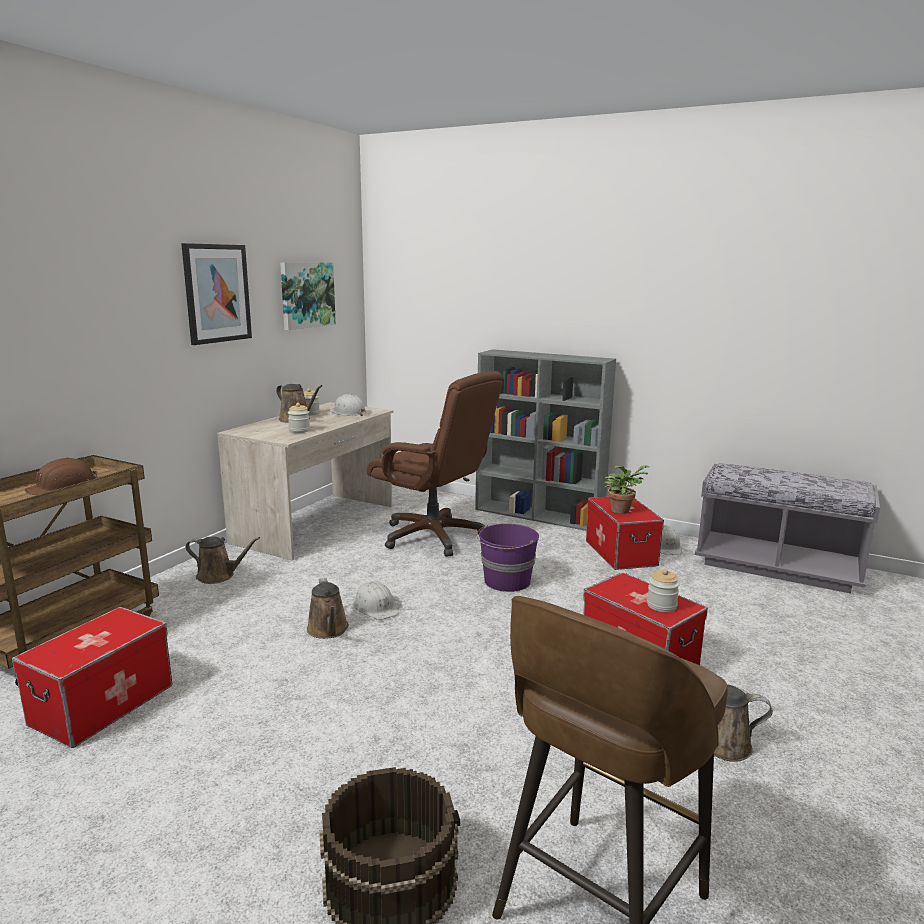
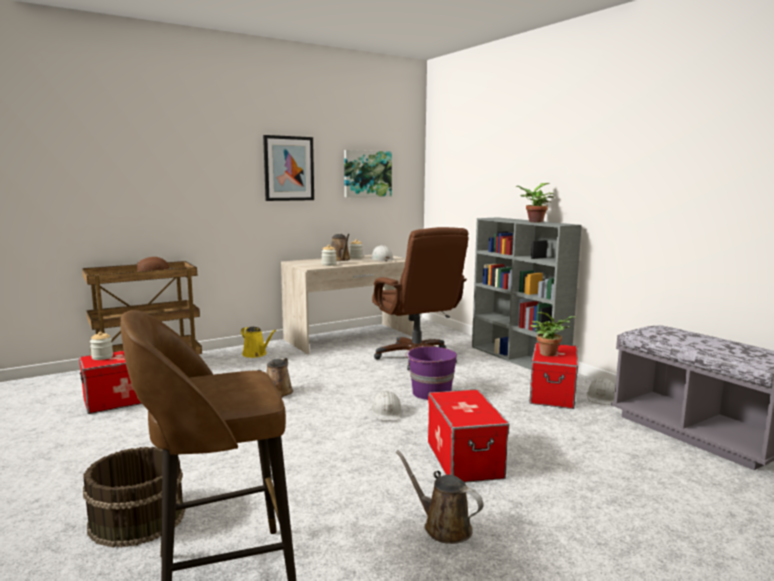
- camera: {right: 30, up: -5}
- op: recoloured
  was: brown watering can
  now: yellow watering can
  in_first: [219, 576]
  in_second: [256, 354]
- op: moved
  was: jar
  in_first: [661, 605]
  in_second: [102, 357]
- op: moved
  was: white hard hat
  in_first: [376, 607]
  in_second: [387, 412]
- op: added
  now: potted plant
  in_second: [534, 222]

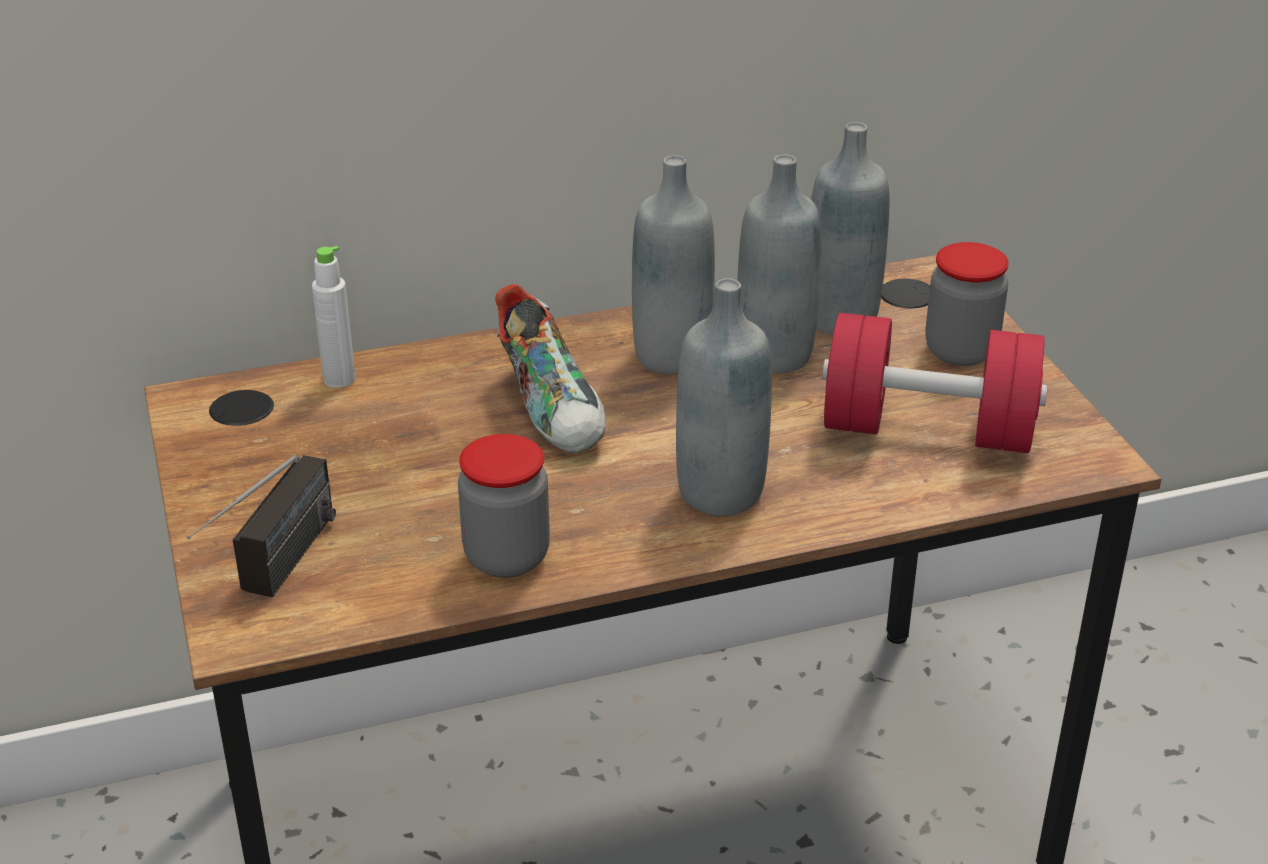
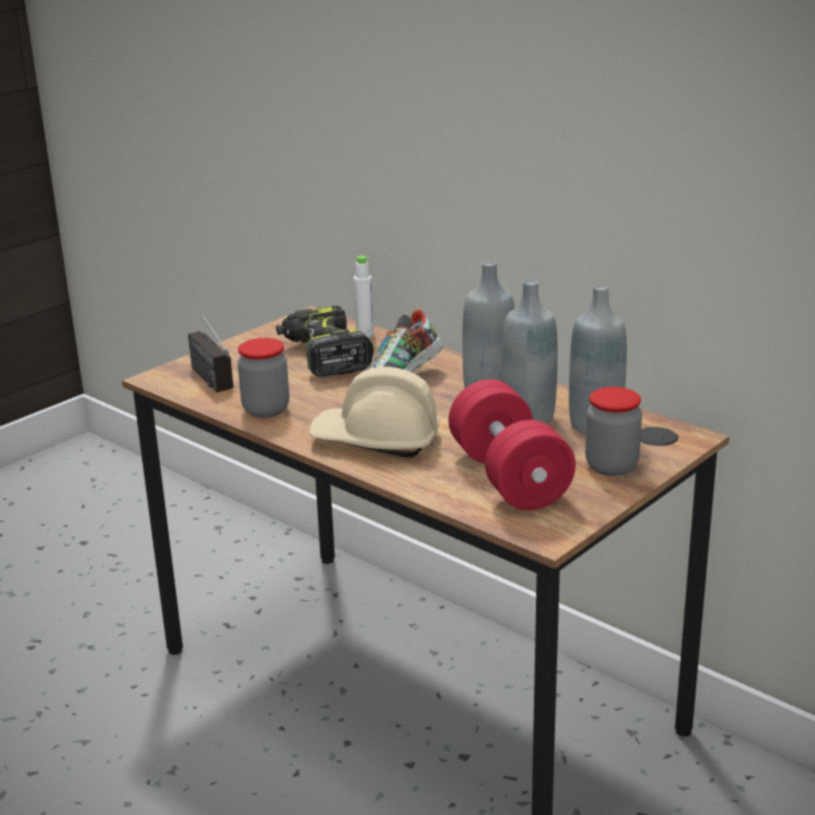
- camera: {right: 60, up: -10}
- op: replaced
  was: grey bottle
  now: beige hard hat
  in_first: [720, 493]
  in_second: [376, 440]
- op: turned
  was: radio
  in_first: [275, 575]
  in_second: [203, 371]
  clockwise: 75
- op: added
  now: power drill
  in_second: [323, 356]

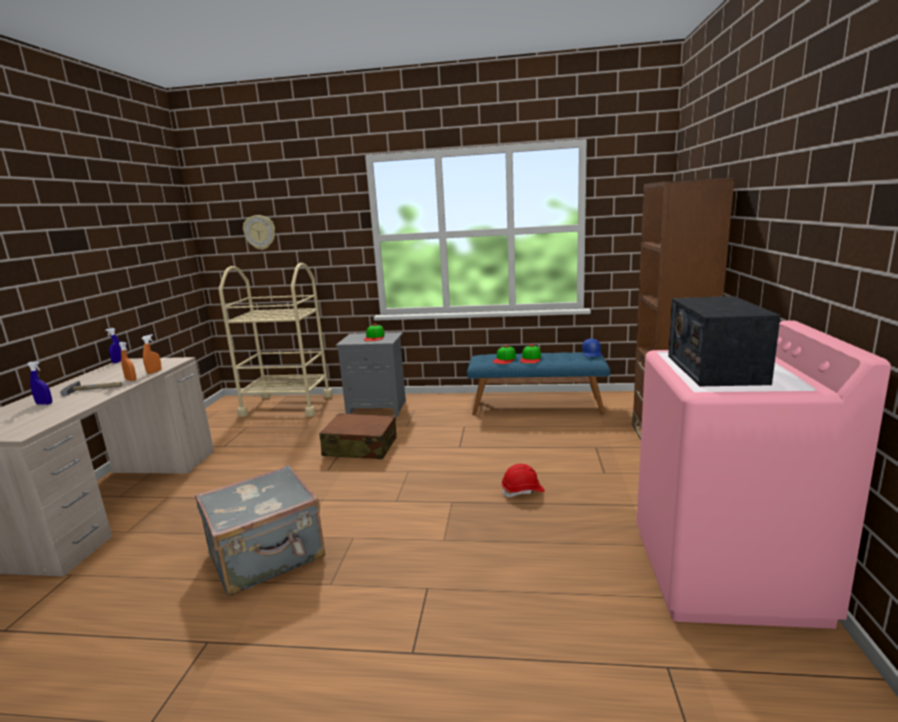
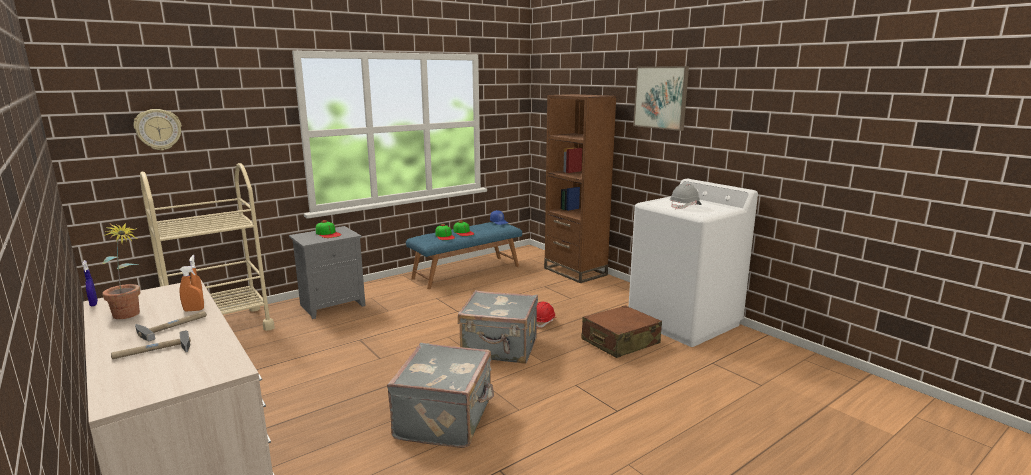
- camera: {right: -45, up: 0}
- op: replaced
  was: radio
  now: grey hard hat
  in_first: [714, 369]
  in_second: [685, 206]
- op: recoloured
  was: pink washing machine
  now: white washing machine
  in_first: [725, 574]
  in_second: [684, 322]
- op: replaced
  was: blue spray bottle
  now: hammer
  in_first: [44, 404]
  in_second: [152, 351]
- op: moved
  was: brown suitcase
  in_first: [360, 447]
  in_second: [620, 342]
- op: added
  now: picture
  in_second: [661, 97]
- op: added
  now: potted plant
  in_second: [130, 316]
- op: added
  now: grey suitcase
  in_second: [500, 348]

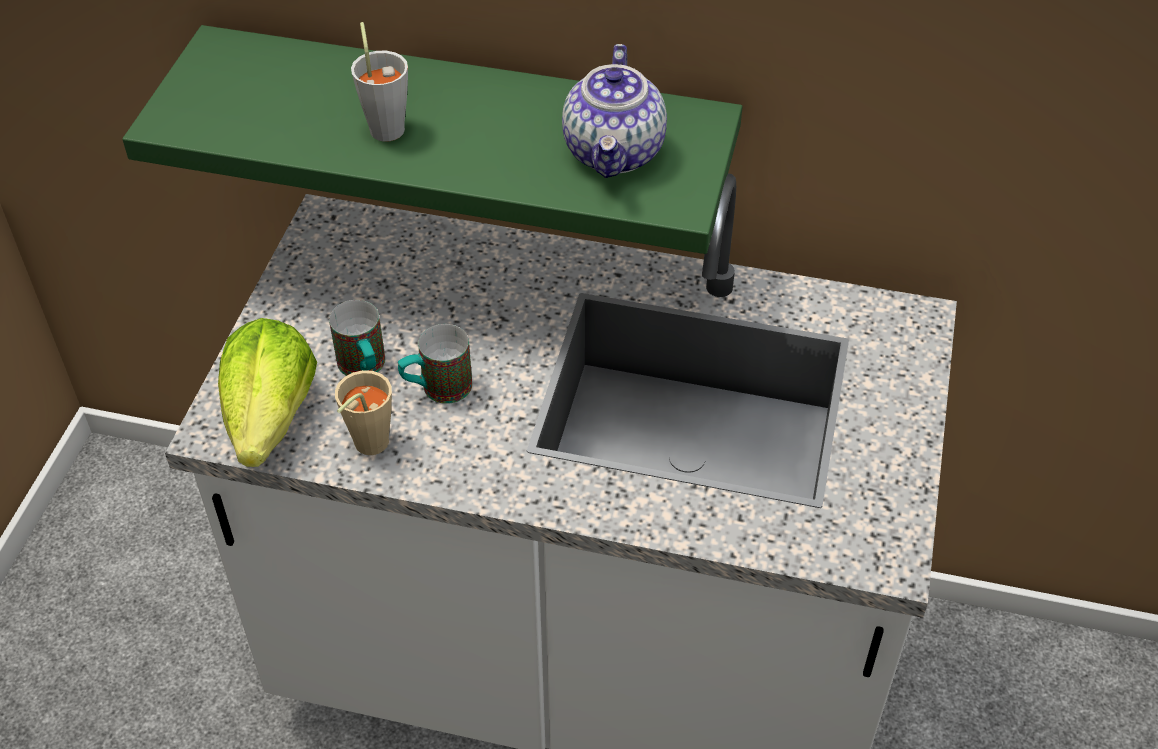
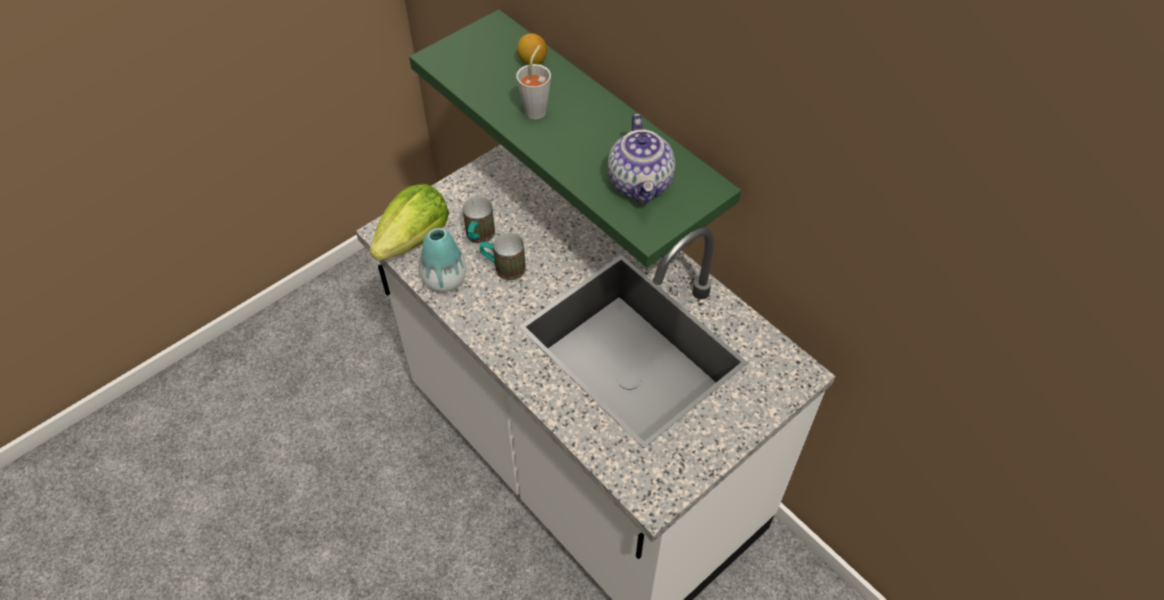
- camera: {right: 35, up: 5}
- op: turned
  was: teapot
  in_first: [615, 153]
  in_second: [641, 183]
  clockwise: -45
- op: replaced
  was: beige cup
  now: vase
  in_first: [366, 447]
  in_second: [445, 279]
- op: added
  now: lemon
  in_second: [532, 62]

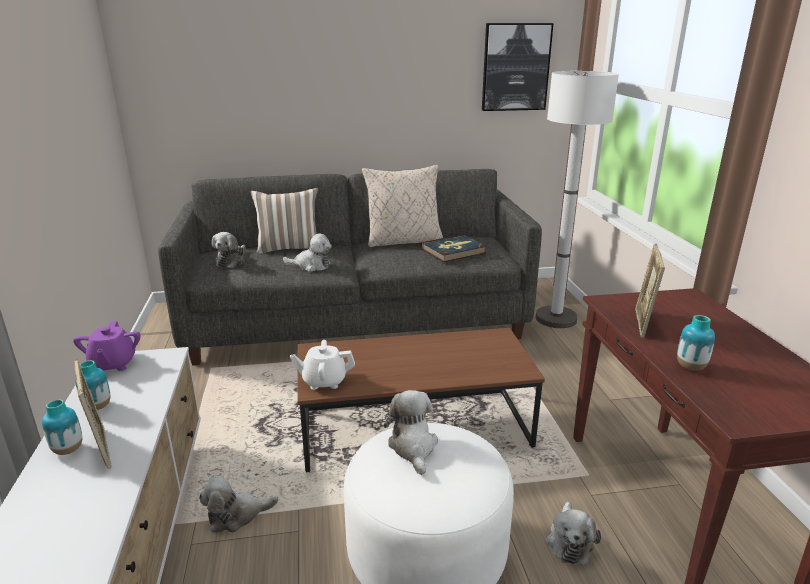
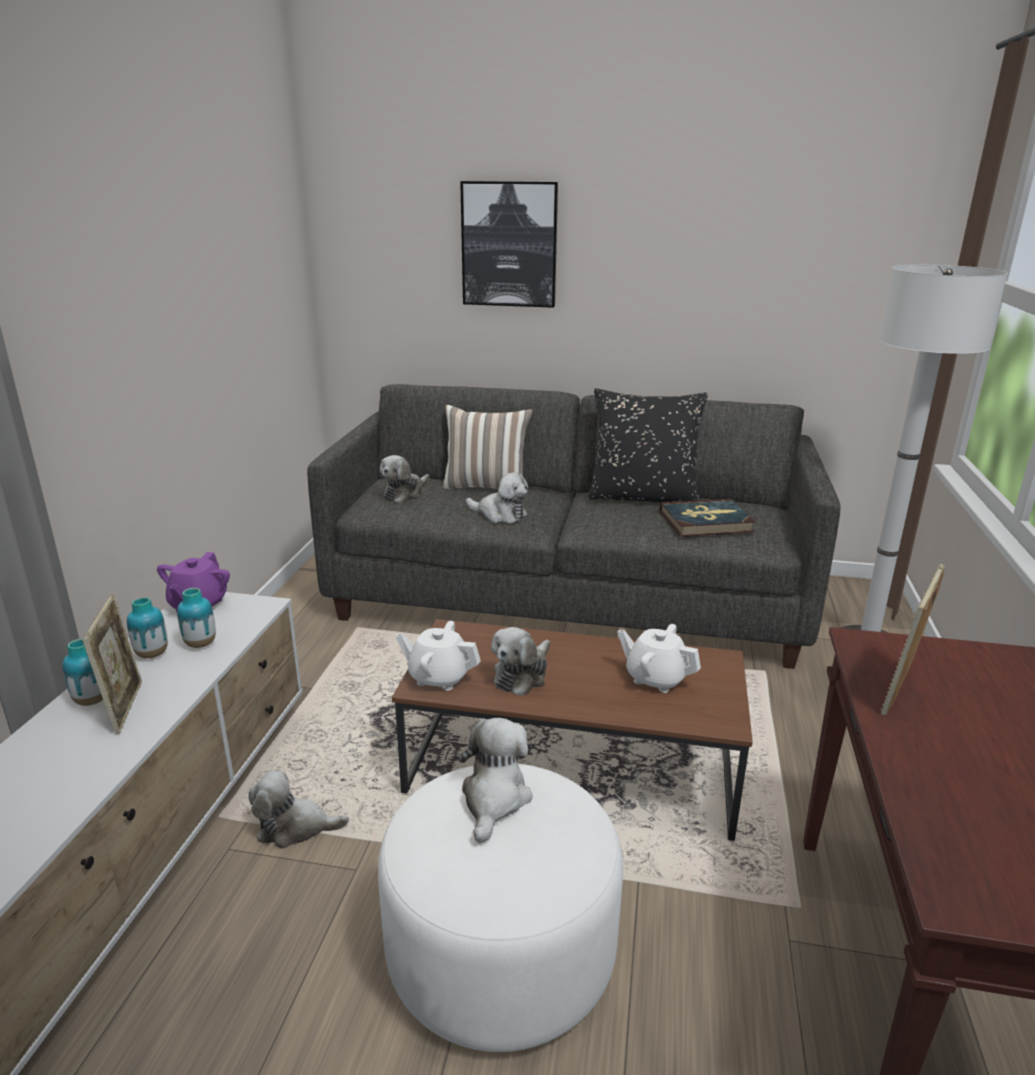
- camera: {right: 20, up: 0}
- op: moved
  was: picture
  in_first: [515, 67]
  in_second: [509, 245]
- op: recoloured
  was: beige pillow
  now: black pillow
  in_first: [404, 241]
  in_second: [643, 497]
- op: moved
  was: vase
  in_first: [690, 367]
  in_second: [200, 644]
- op: moved
  was: plush toy
  in_first: [569, 541]
  in_second: [522, 674]
- op: added
  now: white teapot
  in_second: [655, 678]

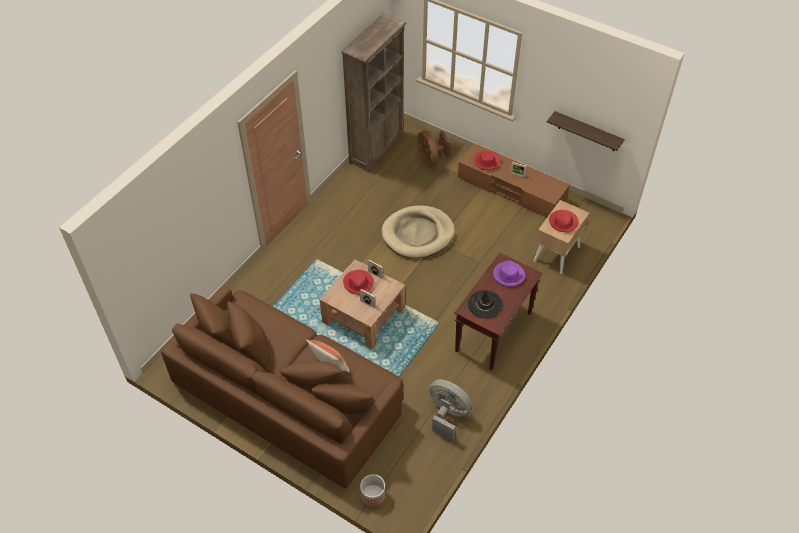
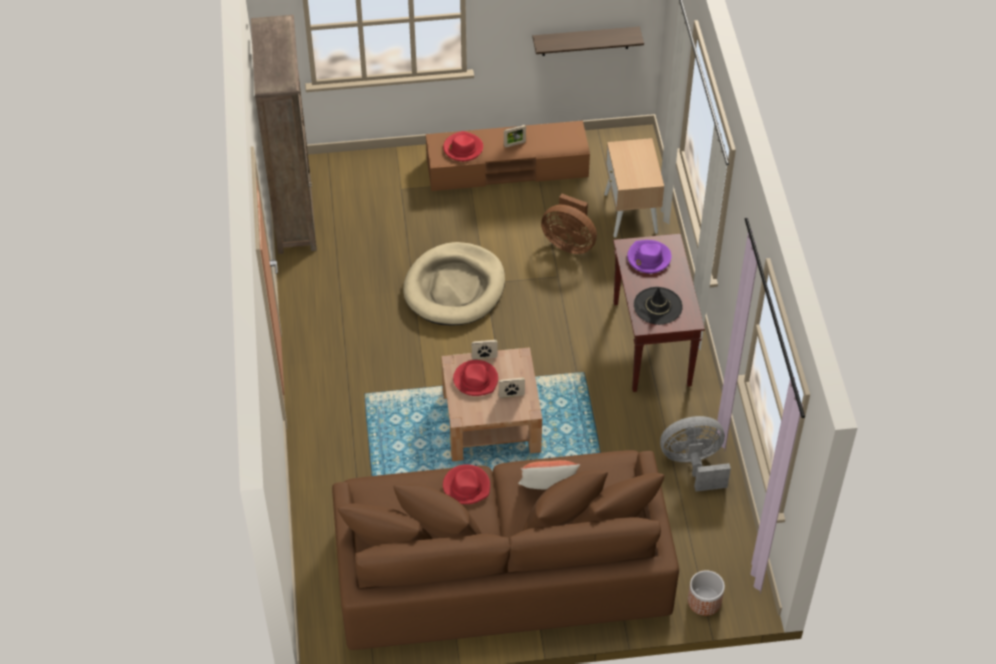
- camera: {right: -40, up: 0}
- op: moved
  was: brown fan
  in_first: [431, 160]
  in_second: [569, 243]
- op: moved
  was: red hat
  in_first: [563, 222]
  in_second: [466, 486]

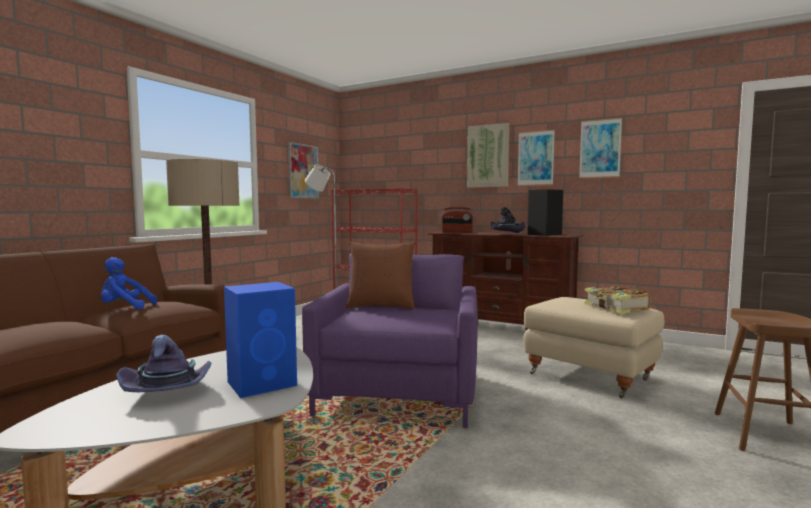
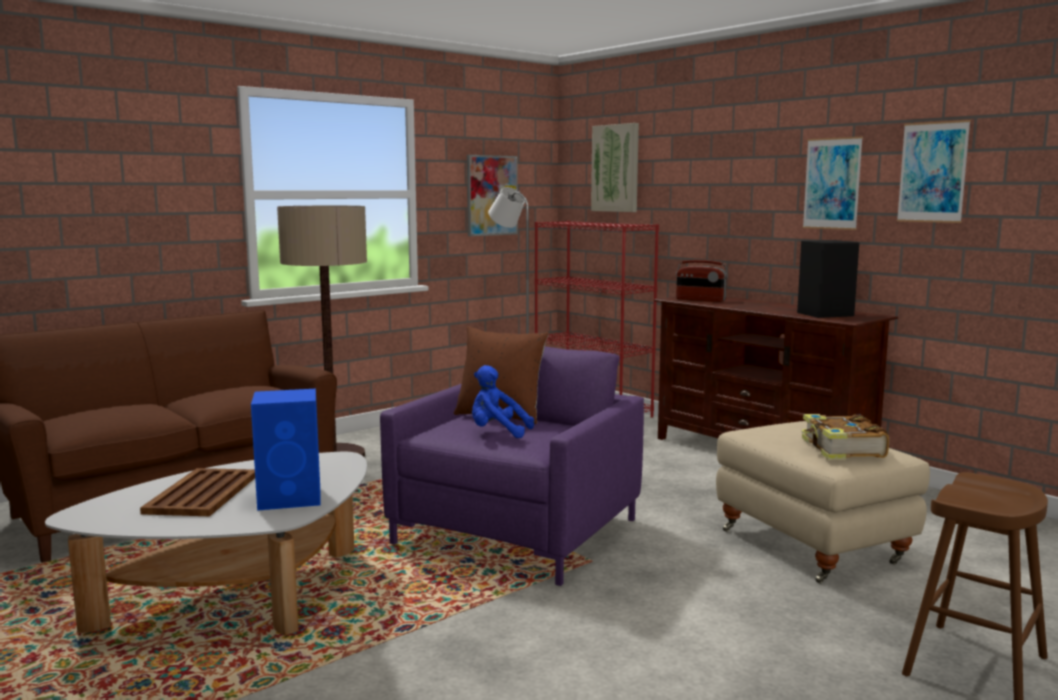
- camera: {right: 20, up: 5}
- op: moved
  was: picture
  in_first: [488, 156]
  in_second: [616, 168]
- op: removed
  was: black hat
  in_first: [507, 234]
- op: moved
  was: blue plush toy
  in_first: [124, 308]
  in_second: [497, 432]
- op: replaced
  was: purple hat
  now: brown tray
  in_first: [168, 391]
  in_second: [202, 494]

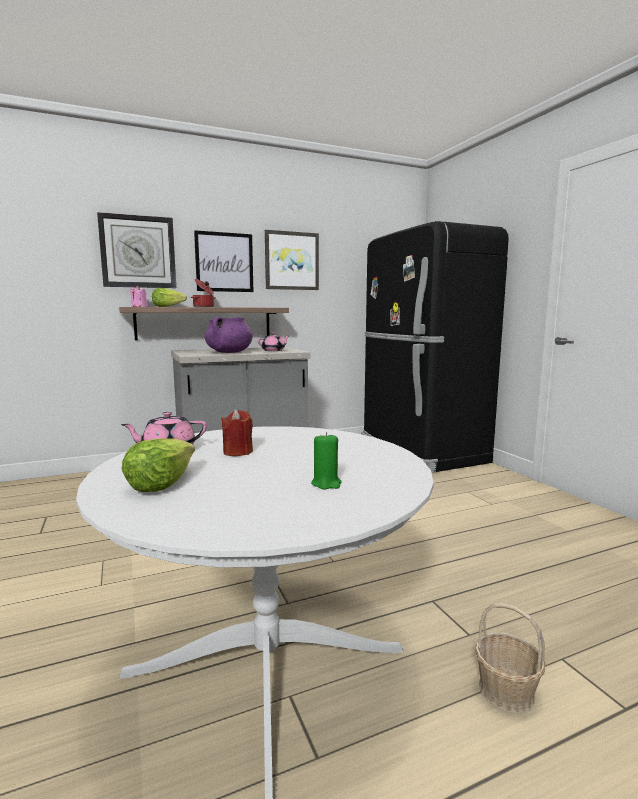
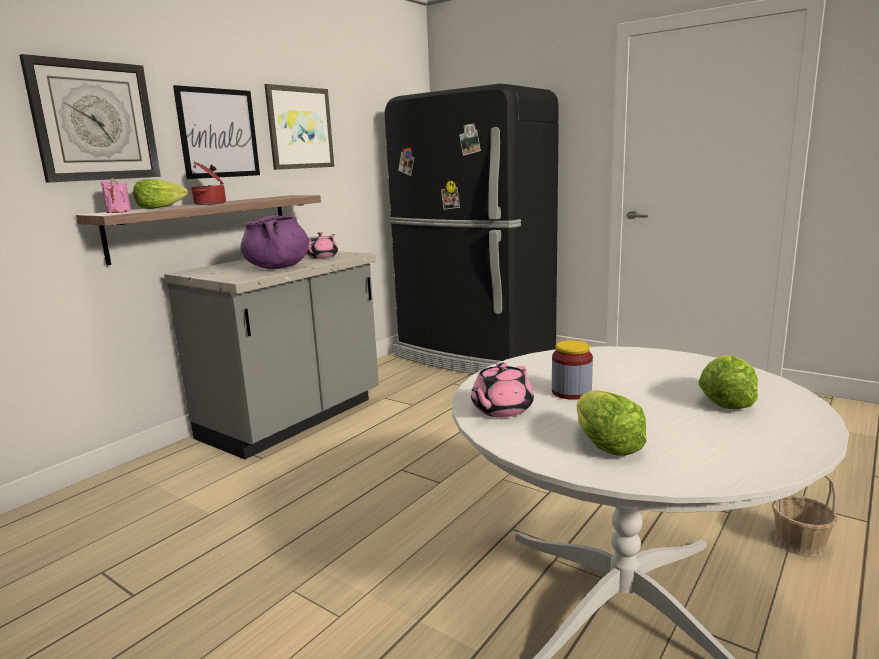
- camera: {right: -30, up: 5}
- op: replaced
  was: red candle
  now: jar
  in_first: [238, 452]
  in_second: [571, 392]
- op: replaced
  was: green candle
  now: lettuce
  in_first: [326, 483]
  in_second: [725, 400]

